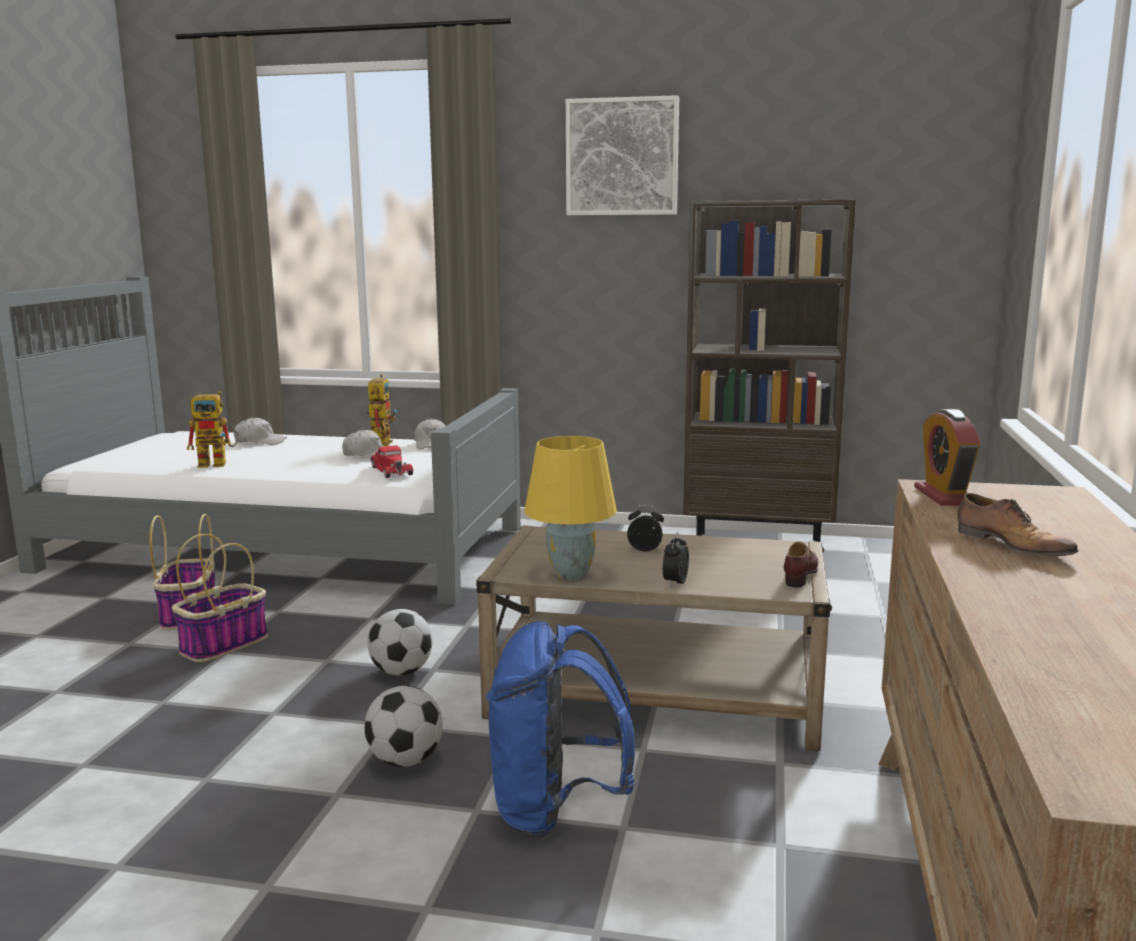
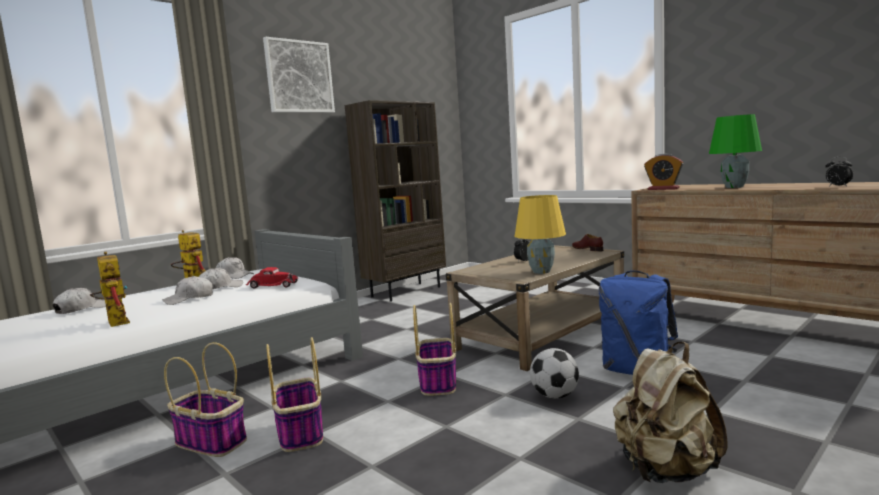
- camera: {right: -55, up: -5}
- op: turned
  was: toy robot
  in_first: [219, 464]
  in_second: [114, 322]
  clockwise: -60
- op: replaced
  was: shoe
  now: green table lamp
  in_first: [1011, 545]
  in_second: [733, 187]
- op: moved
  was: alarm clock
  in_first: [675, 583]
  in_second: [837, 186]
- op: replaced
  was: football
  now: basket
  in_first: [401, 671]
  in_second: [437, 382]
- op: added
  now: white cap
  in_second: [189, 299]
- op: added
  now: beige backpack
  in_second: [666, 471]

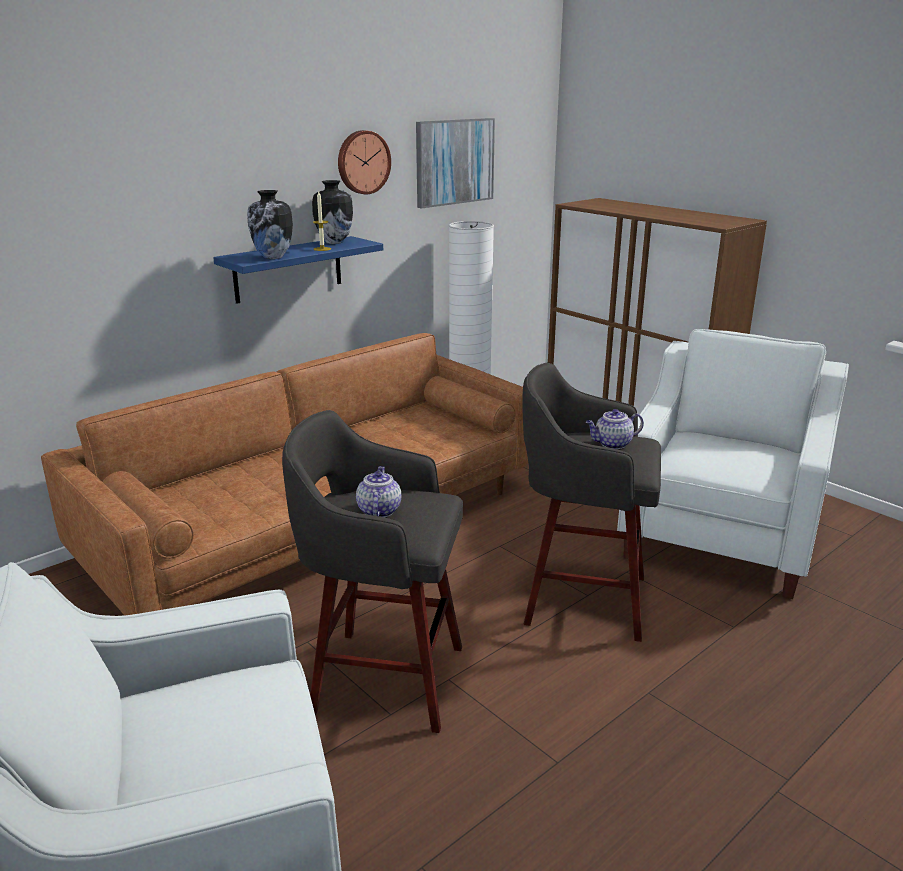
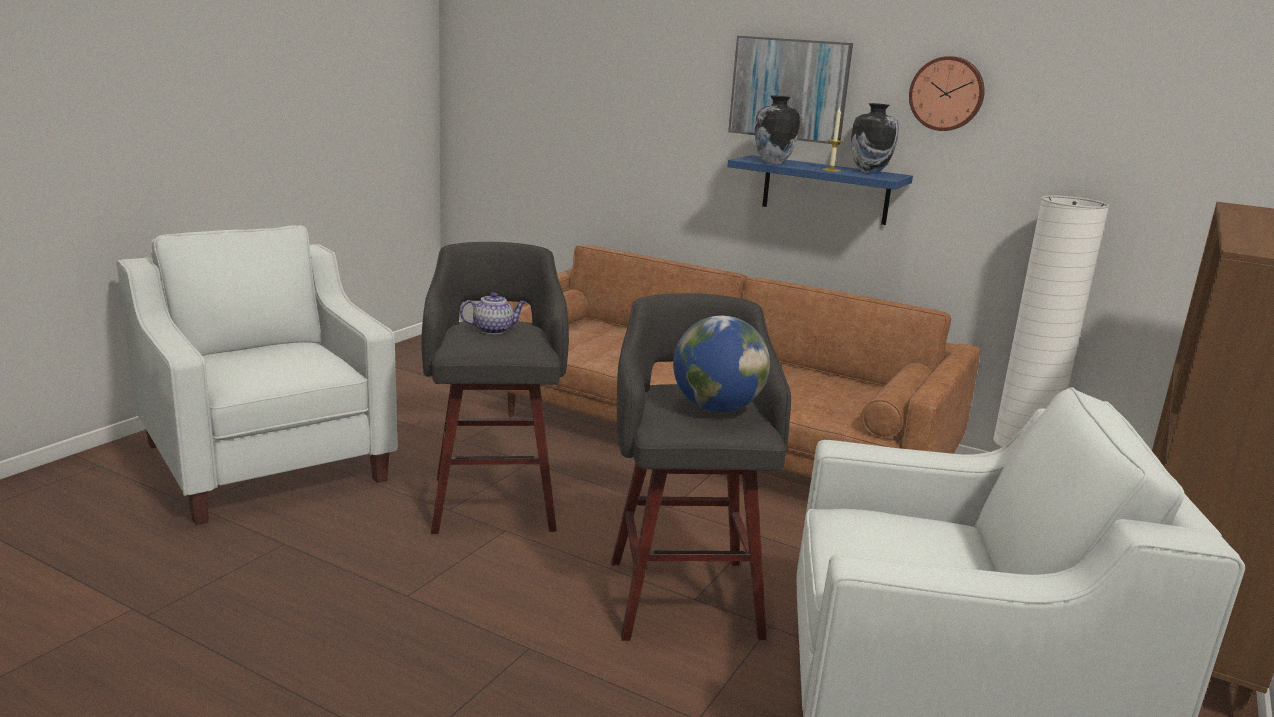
- camera: {right: 70, up: -5}
- op: moved
  was: picture
  in_first: [454, 162]
  in_second: [789, 89]
- op: replaced
  was: teapot
  now: globe
  in_first: [612, 444]
  in_second: [716, 408]

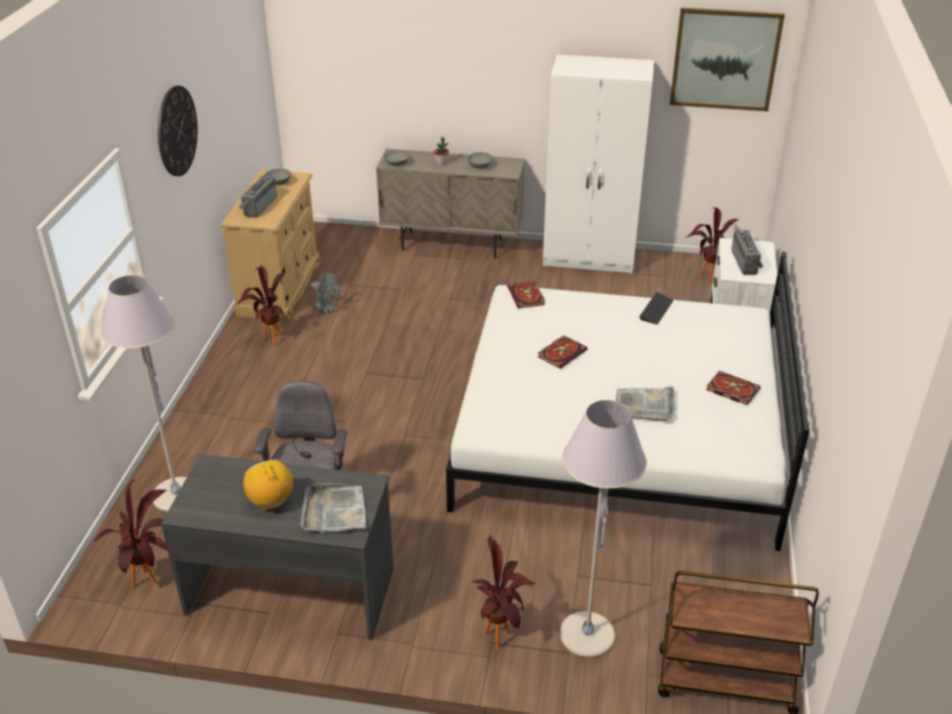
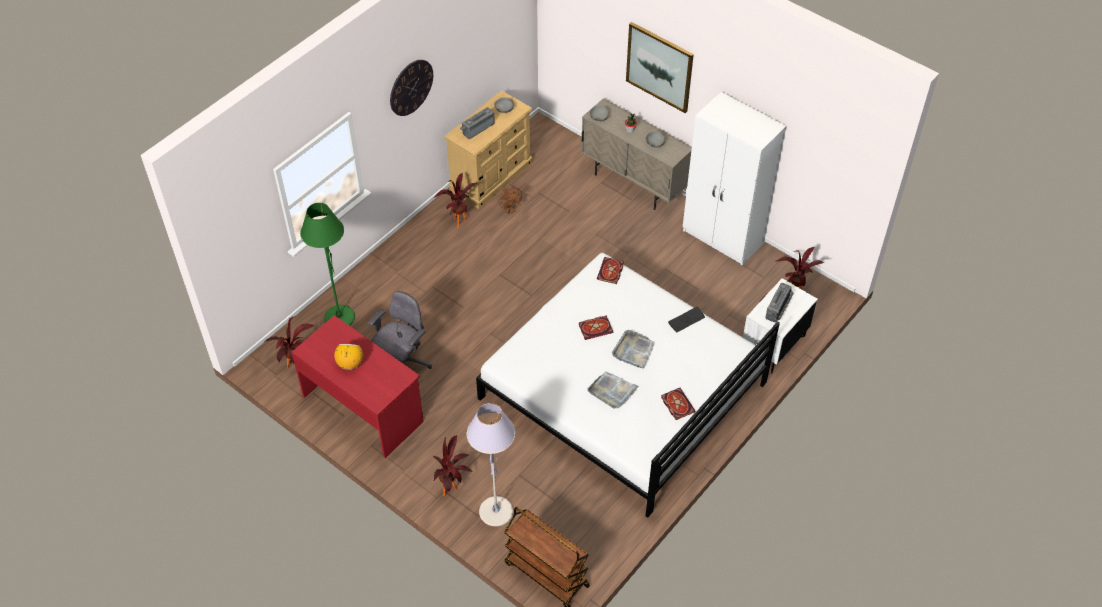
- camera: {right: 30, up: 15}
- op: moved
  was: picture
  in_first: [725, 59]
  in_second: [659, 67]
- op: recoloured
  was: grey fan
  now: brown fan
  in_first: [327, 309]
  in_second: [510, 209]
- op: recoloured
  was: grey floor lamp
  now: green floor lamp
  in_first: [176, 495]
  in_second: [339, 317]
- op: recoloured
  was: grey desk
  now: red desk
  in_first: [291, 589]
  in_second: [363, 408]
- op: moved
  was: grey tray
  in_first: [334, 511]
  in_second: [633, 351]

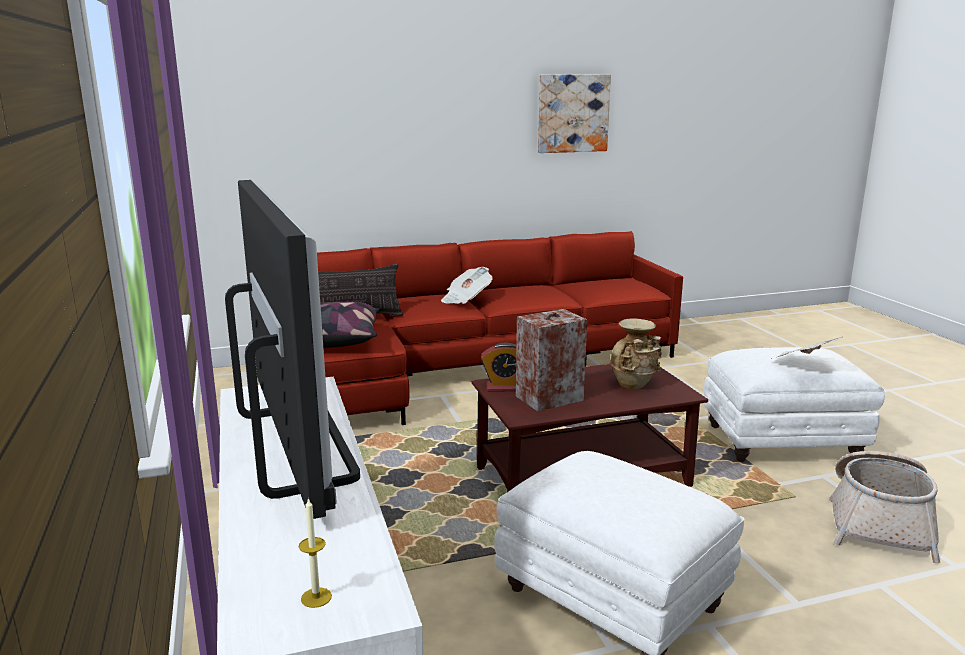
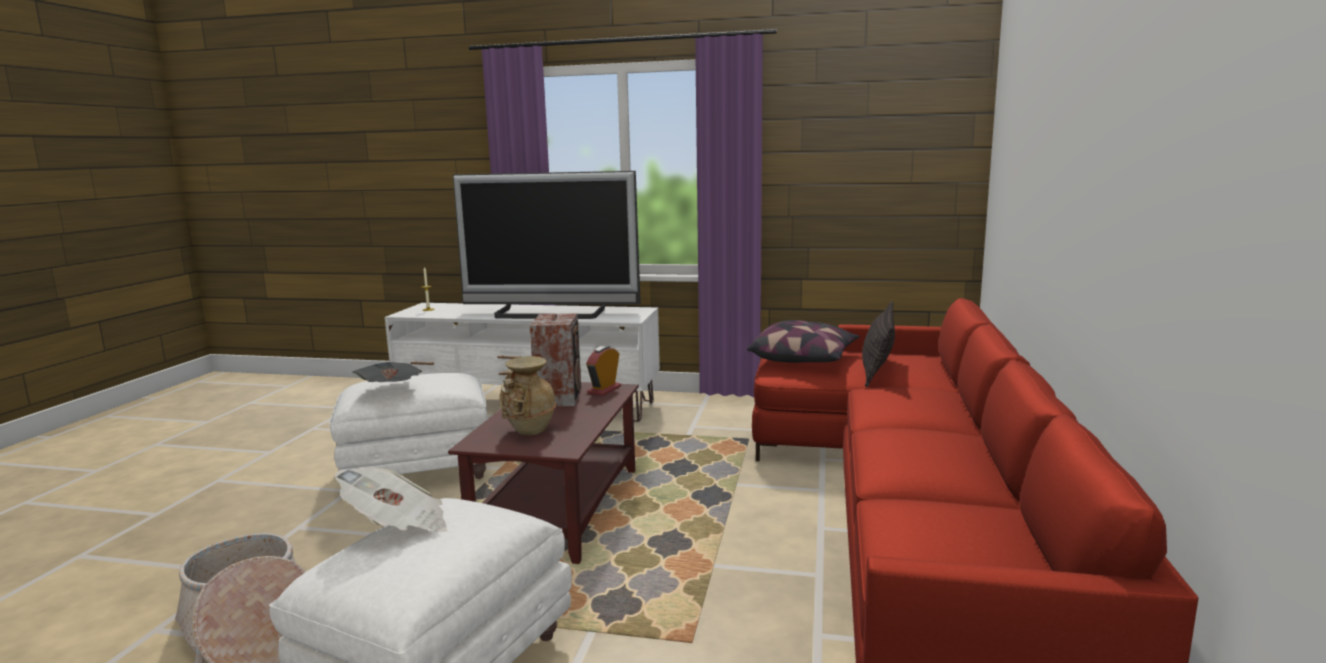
- camera: {right: 120, up: -5}
- op: removed
  was: picture
  in_first: [572, 113]
- op: moved
  was: newspaper
  in_first: [466, 299]
  in_second: [391, 390]

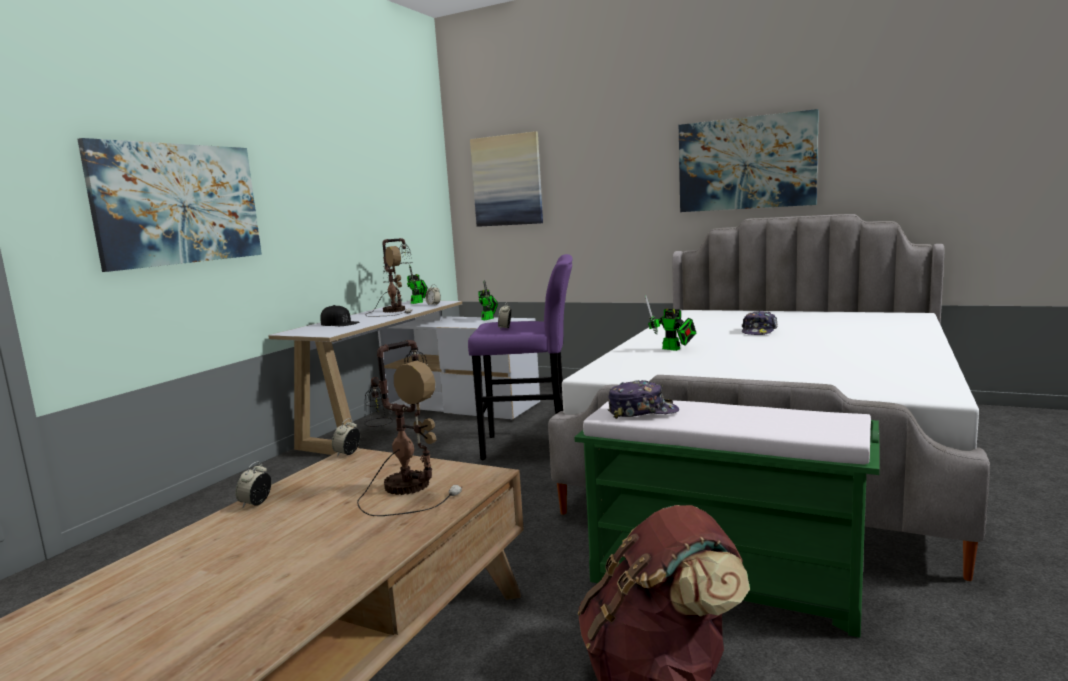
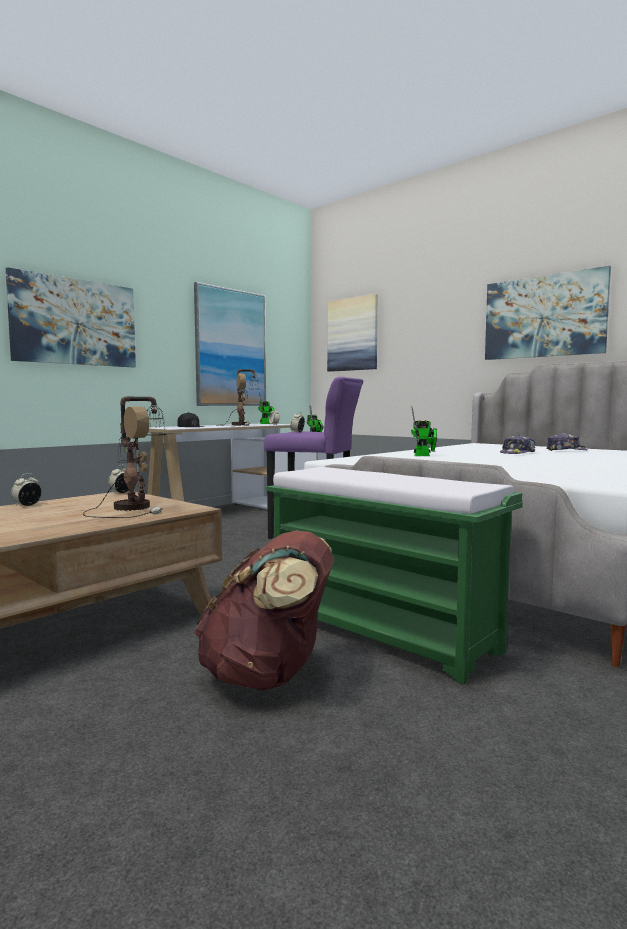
- camera: {right: 15, up: -5}
- op: turned
  was: toy robot
  in_first: [673, 349]
  in_second: [424, 456]
  clockwise: -60
- op: moved
  was: cap
  in_first: [642, 411]
  in_second: [566, 450]
- op: added
  now: picture
  in_second: [231, 348]

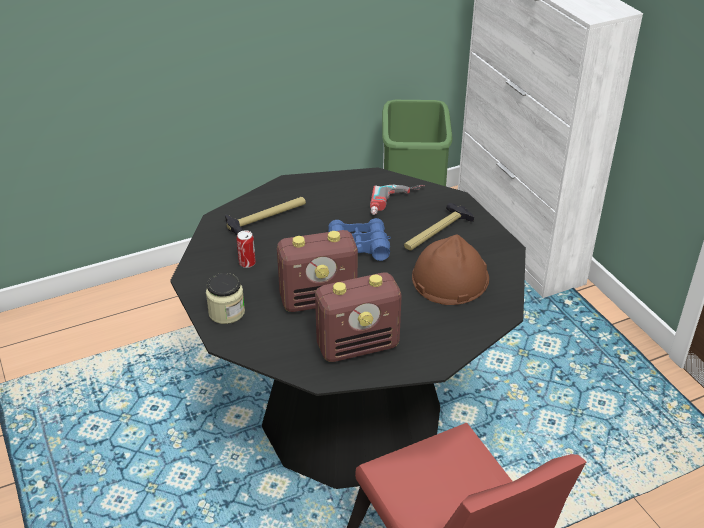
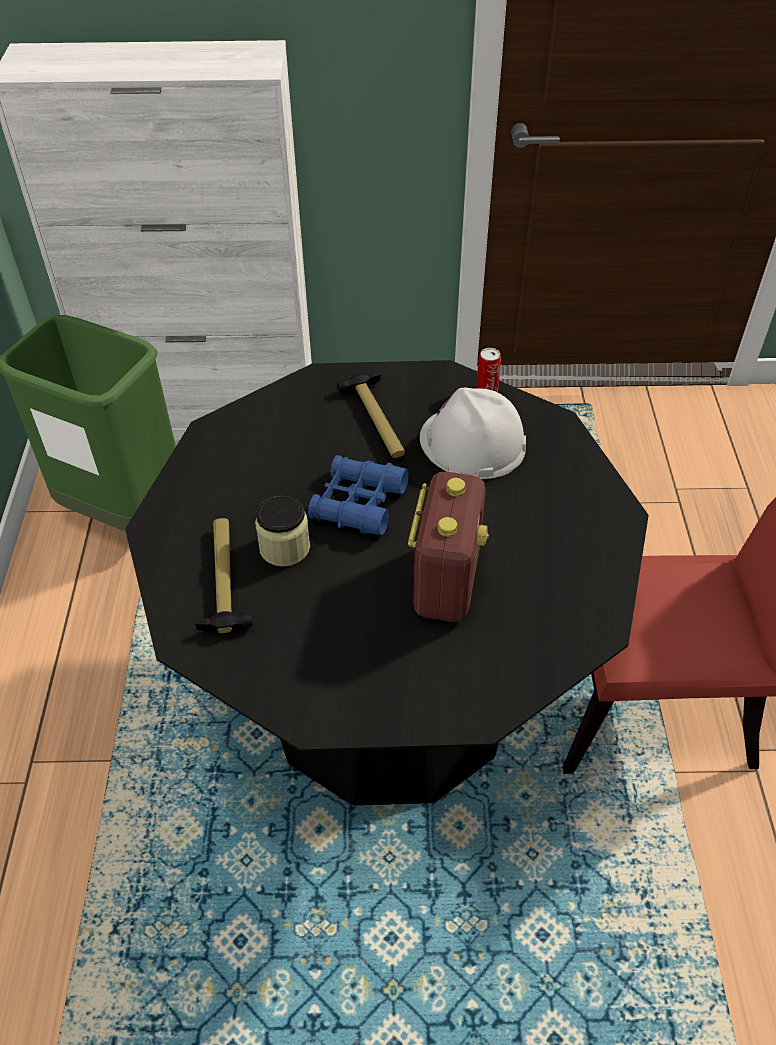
- camera: {right: -65, up: 10}
- op: removed
  was: power drill
  in_first: [397, 203]
- op: moved
  was: can
  in_first: [247, 263]
  in_second: [487, 389]
- op: recoloured
  was: brown hard hat
  now: white hard hat
  in_first: [449, 278]
  in_second: [472, 442]
- op: moved
  was: jar
  in_first: [226, 312]
  in_second: [284, 548]
- op: removed
  was: radio
  in_first: [358, 346]

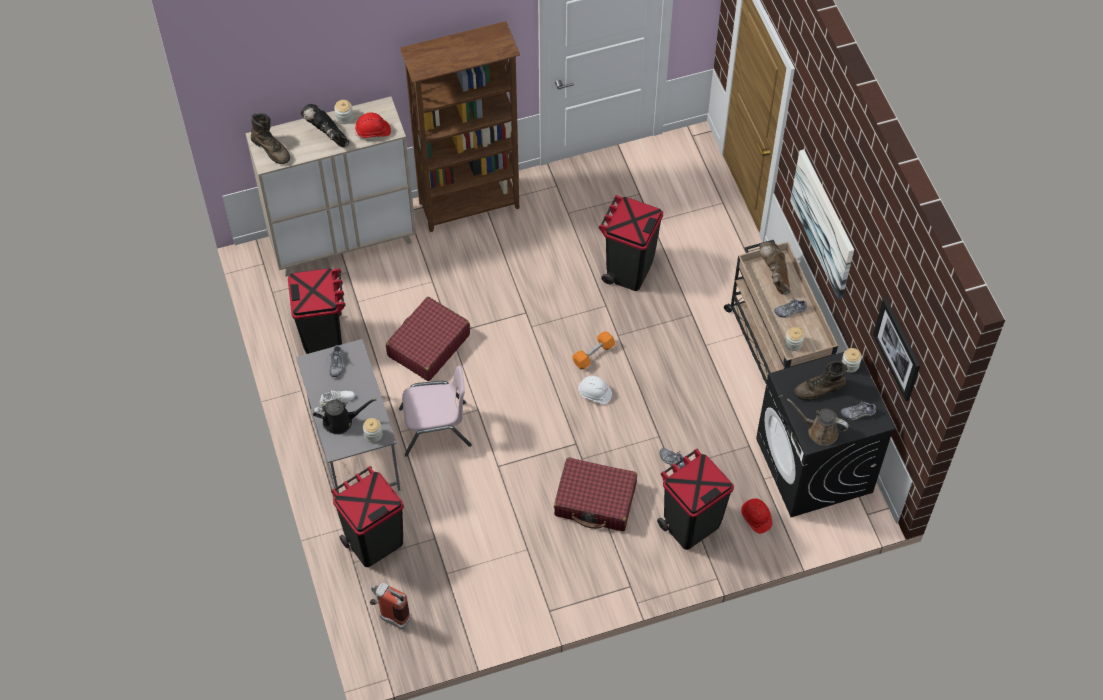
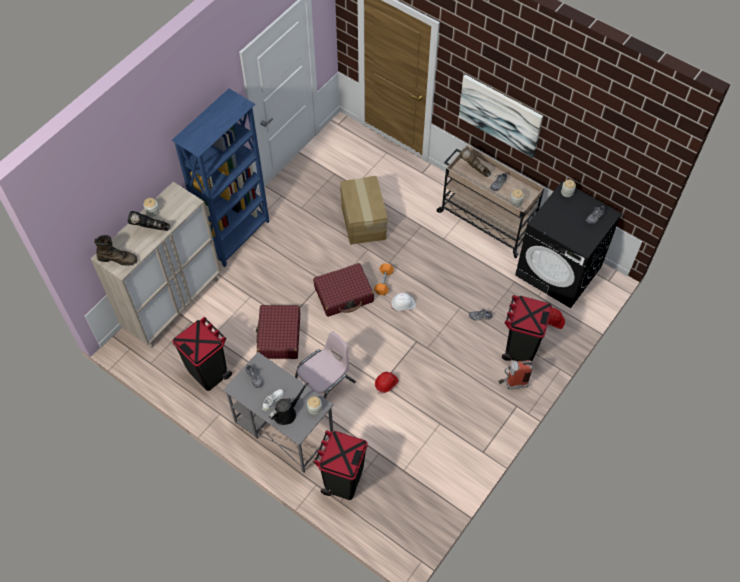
- camera: {right: -35, up: 0}
- op: recoloured
  was: brown bookcase
  now: blue bookcase
  in_first: [470, 206]
  in_second: [237, 237]
- op: moved
  was: red hard hat
  in_first: [373, 131]
  in_second: [386, 384]
- op: replaced
  was: black trash can
  now: cardboard box
  in_first: [628, 270]
  in_second: [364, 221]
- op: removed
  was: picture
  in_first: [898, 349]
- op: removed
  was: brown boot
  in_first: [819, 389]
- op: removed
  was: brown watering can
  in_first: [819, 431]
- op: moved
  was: red suitcase
  in_first: [595, 500]
  in_second: [344, 294]
- op: moved
  was: fire extinguisher
  in_first: [390, 616]
  in_second: [512, 385]

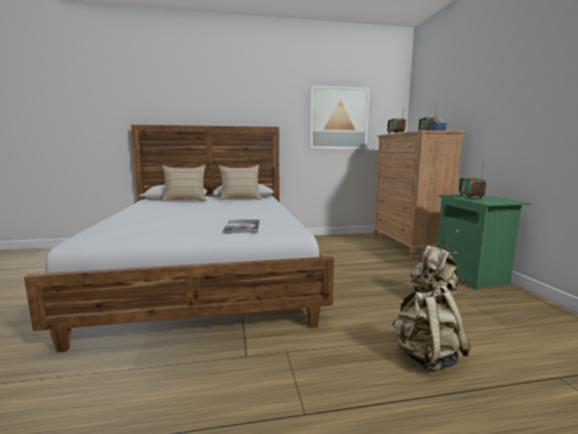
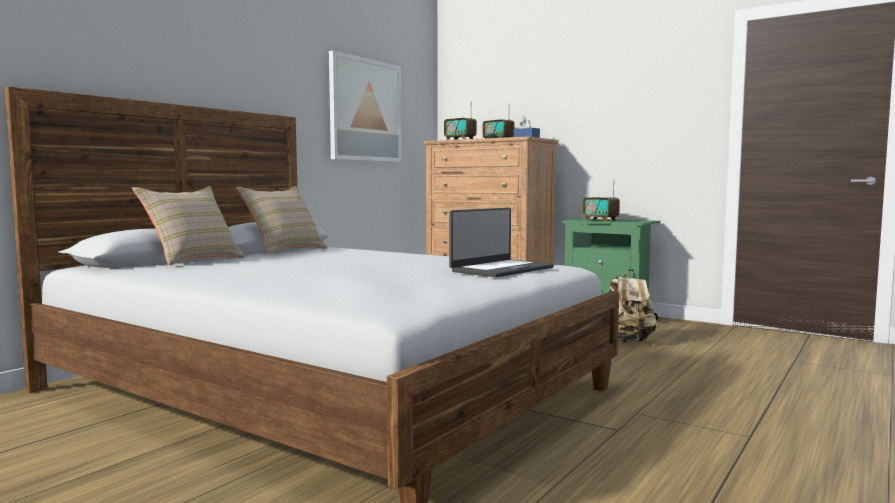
- camera: {right: -45, up: -5}
- op: replaced
  was: book
  now: laptop
  in_first: [242, 227]
  in_second: [501, 269]
- op: removed
  was: beige backpack
  in_first: [426, 358]

